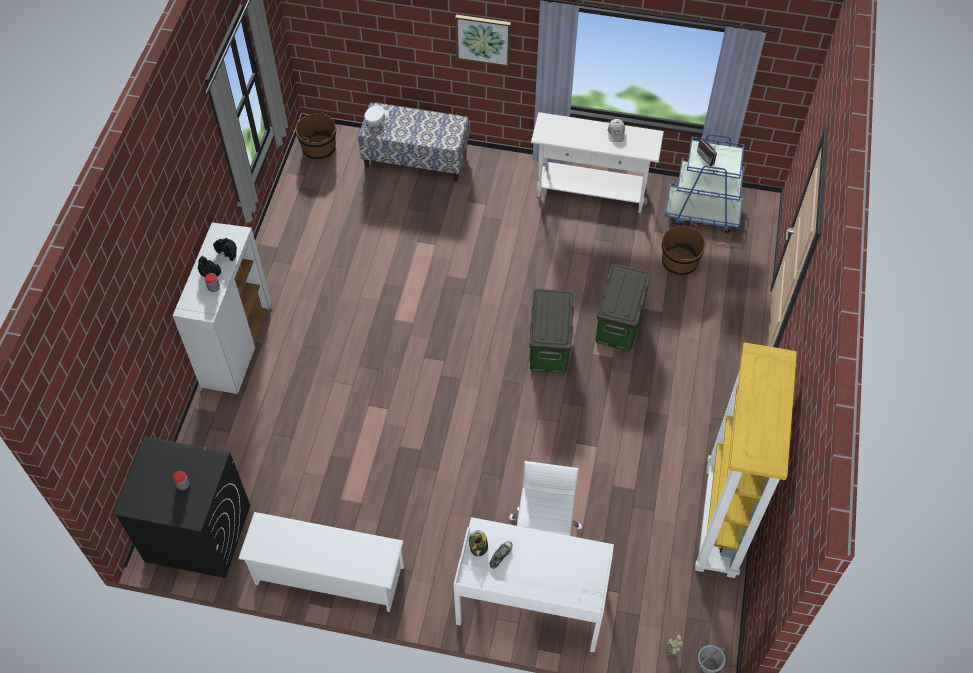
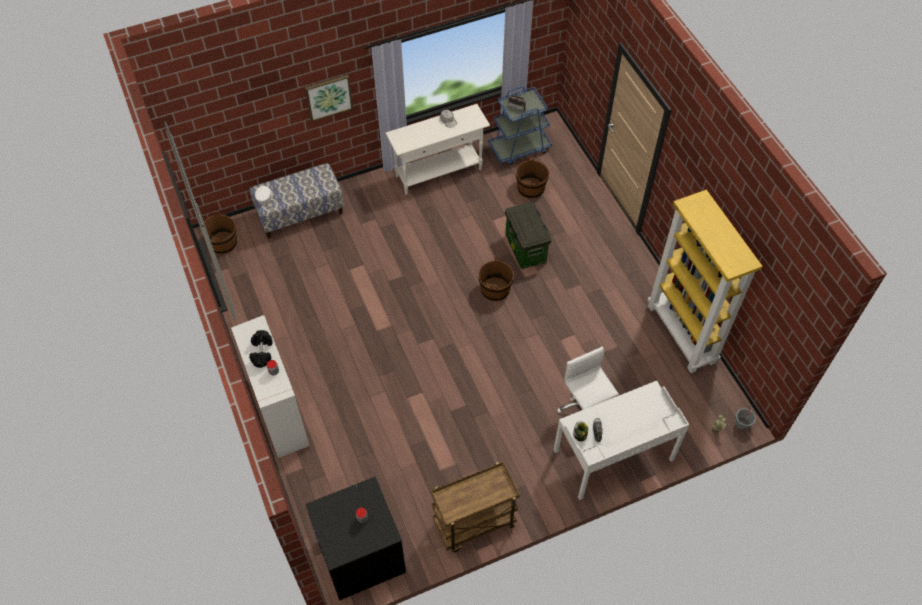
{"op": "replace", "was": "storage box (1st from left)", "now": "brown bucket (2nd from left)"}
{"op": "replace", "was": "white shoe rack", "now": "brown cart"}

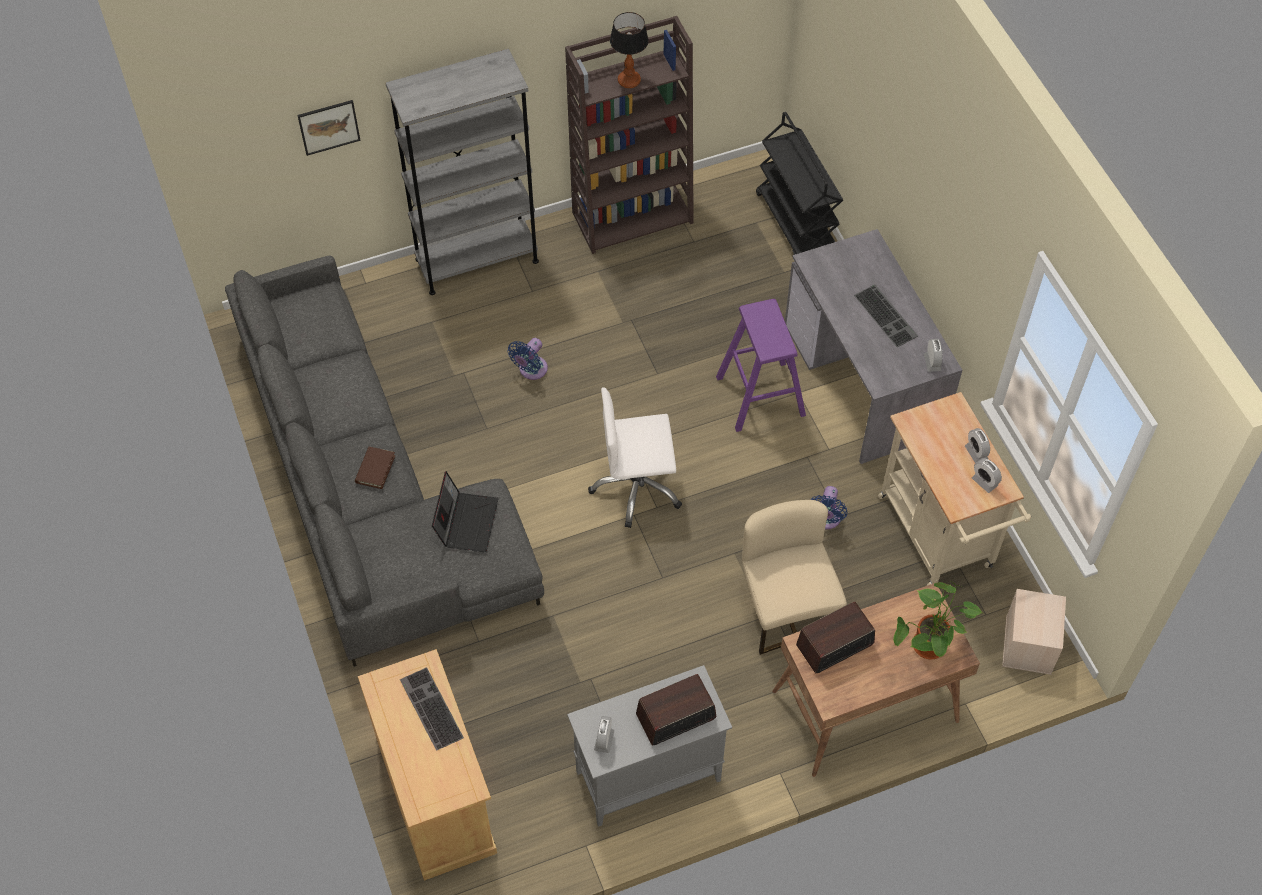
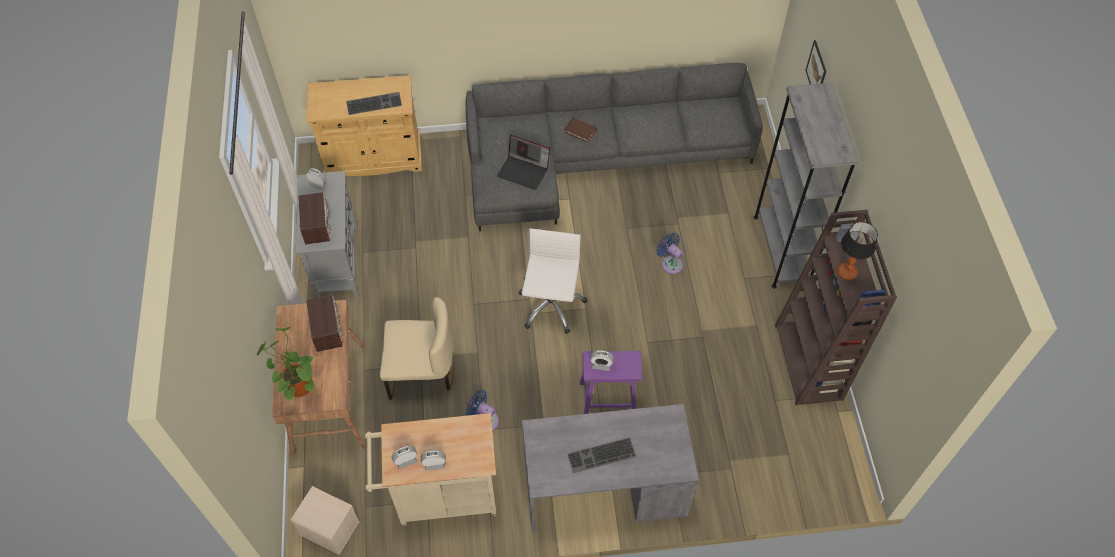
{"op": "delete", "was": "black cart"}
{"op": "move", "was": "alarm clock (2nd from left in the first image)", "now": "alarm clock (4th from left)"}

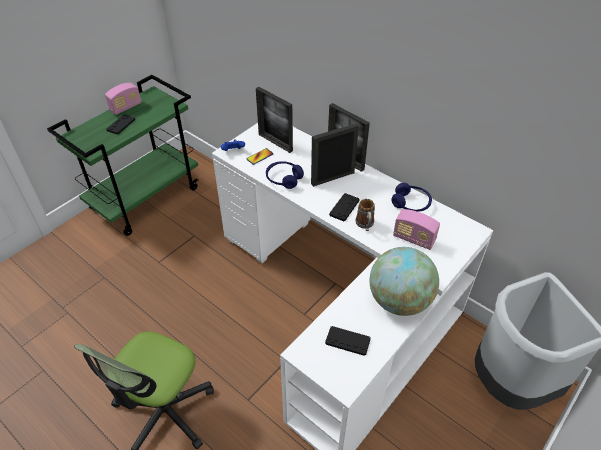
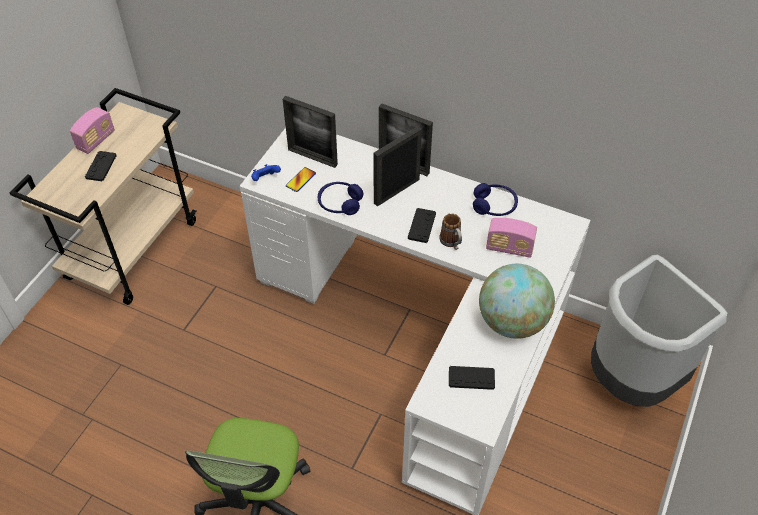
{"op": "recolor", "was": "green cart", "now": "beige cart"}

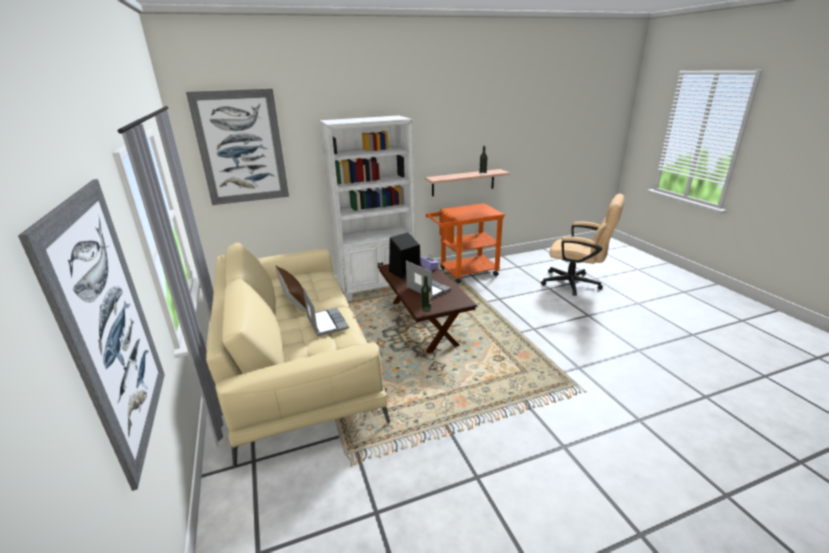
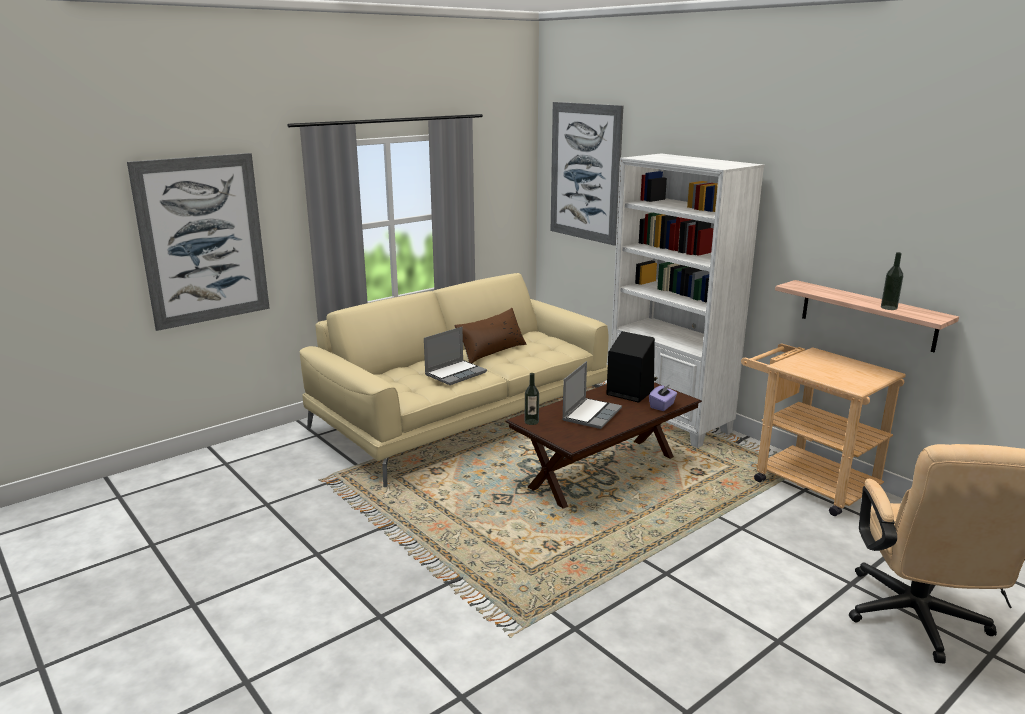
{"op": "recolor", "was": "orange cart", "now": "beige cart"}

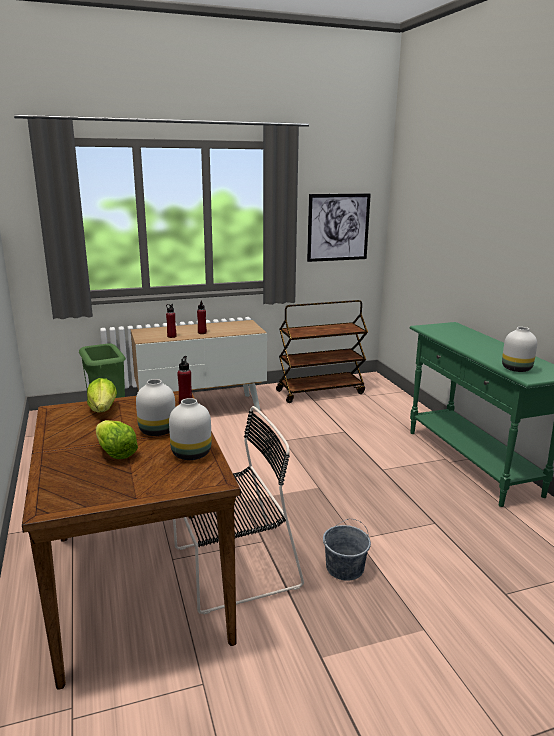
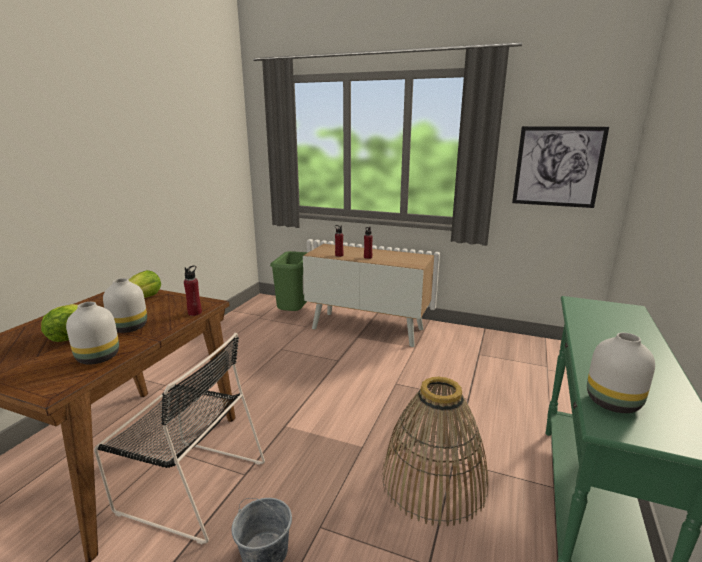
{"op": "delete", "was": "brown cart"}
{"op": "insert", "now": "basket"}

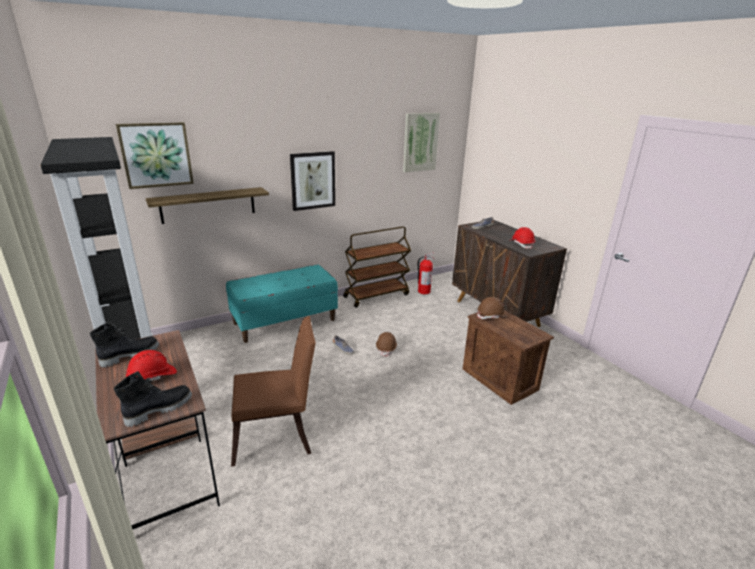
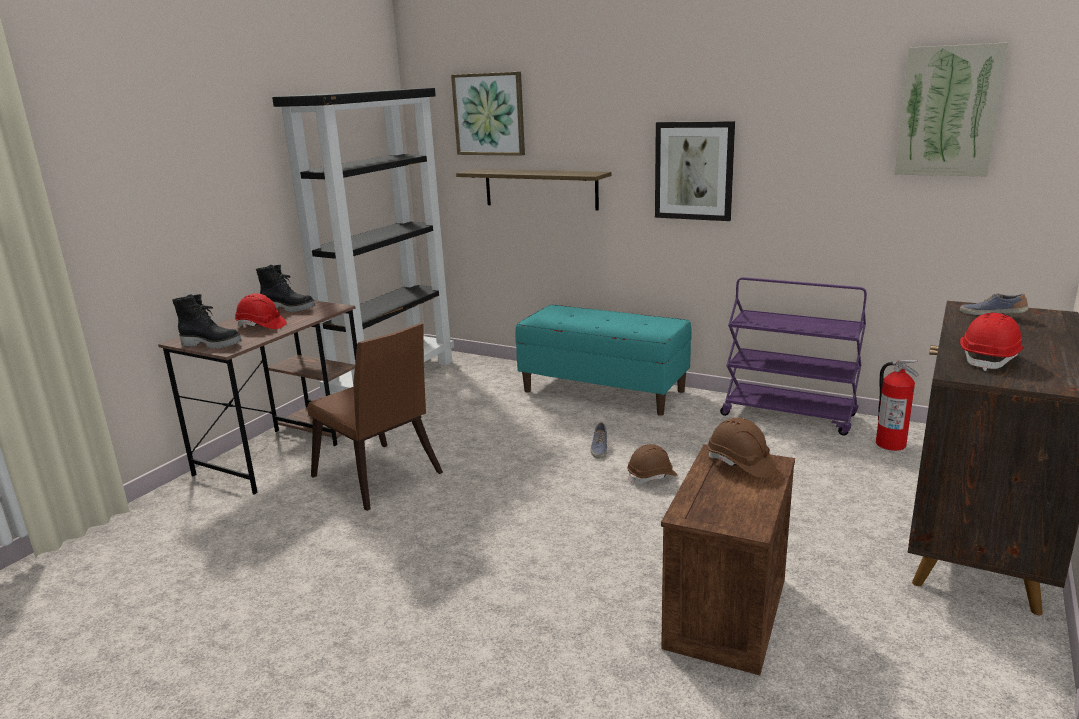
{"op": "recolor", "was": "brown cart", "now": "purple cart"}

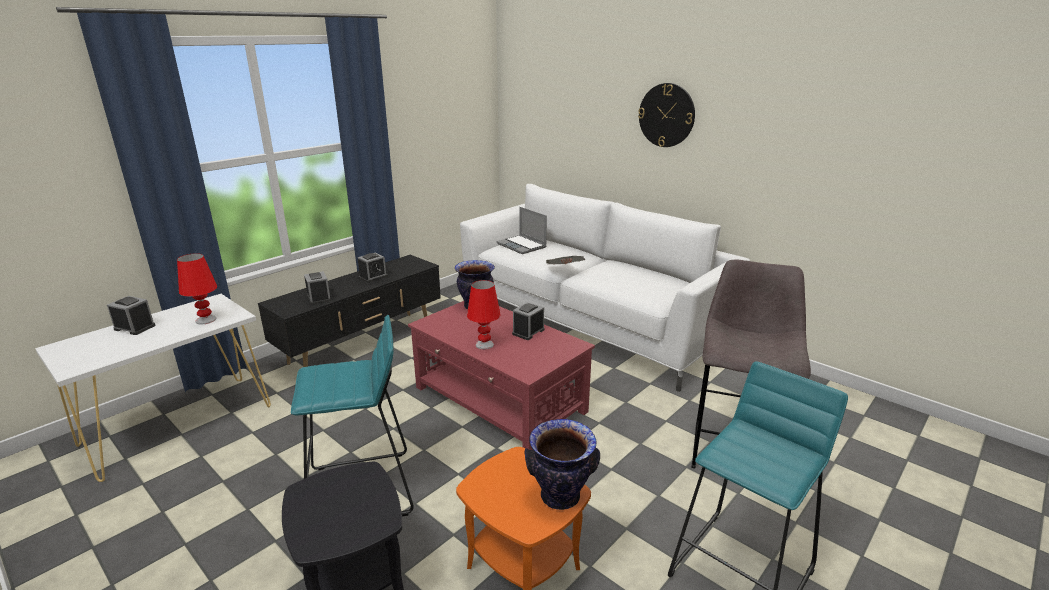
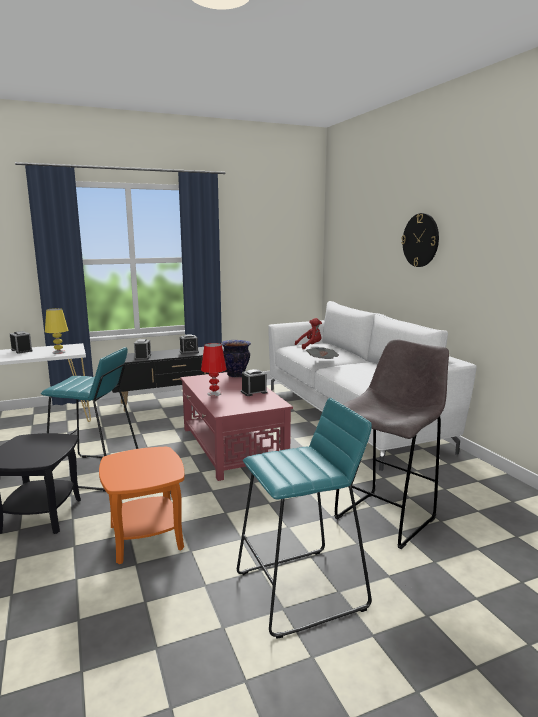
{"op": "replace", "was": "laptop", "now": "red plush toy"}
{"op": "recolor", "was": "red table lamp (1st from left)", "now": "yellow table lamp"}
{"op": "delete", "was": "vase (2nd from left)"}

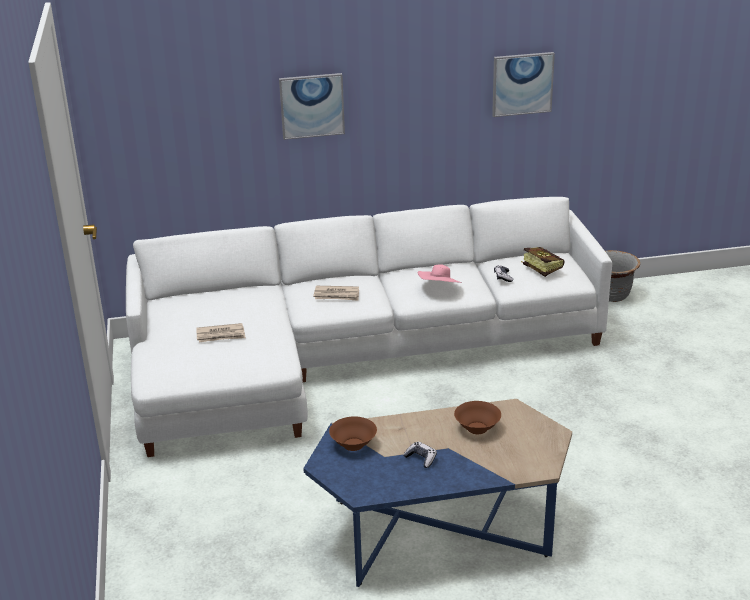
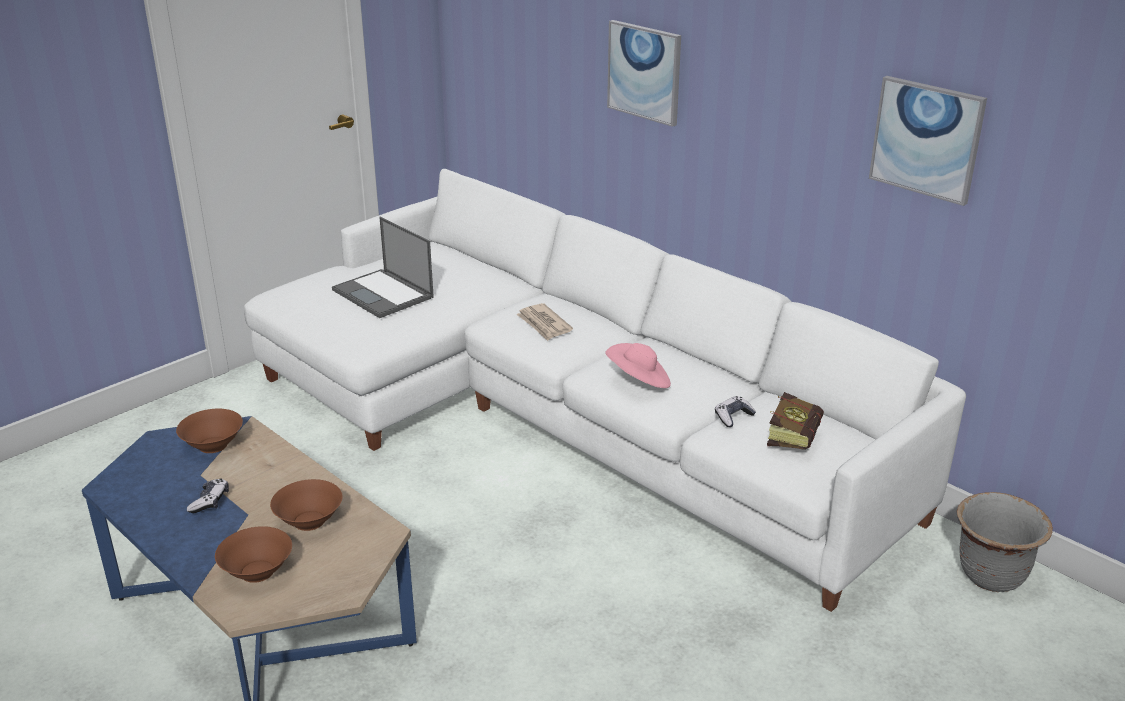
{"op": "replace", "was": "newspaper (1st from left)", "now": "laptop"}
{"op": "insert", "now": "brown bowl (2nd from left)"}

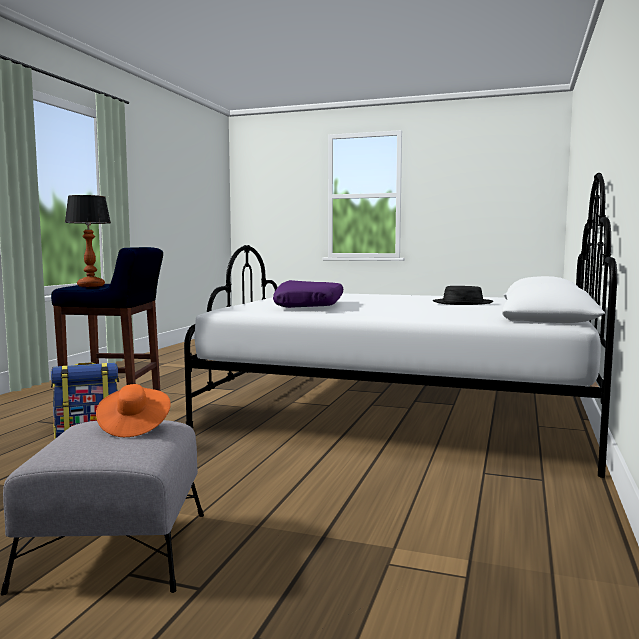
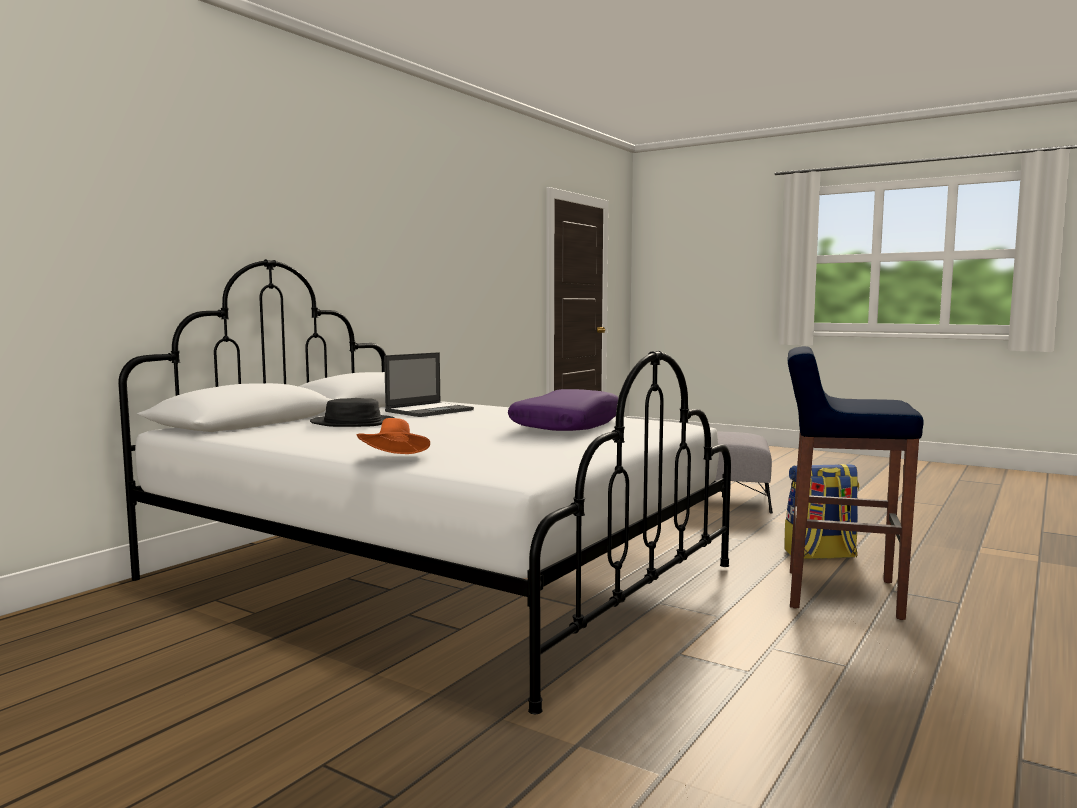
{"op": "delete", "was": "table lamp"}
{"op": "move", "was": "orange hat"}
{"op": "insert", "now": "laptop"}

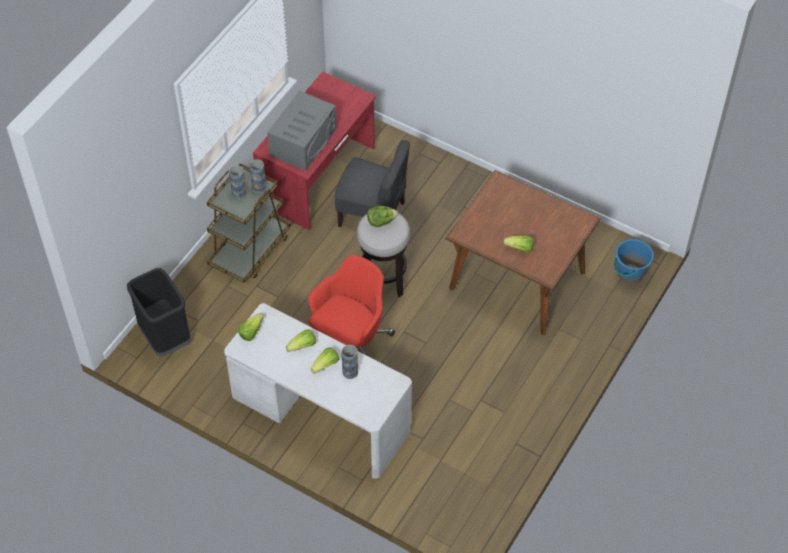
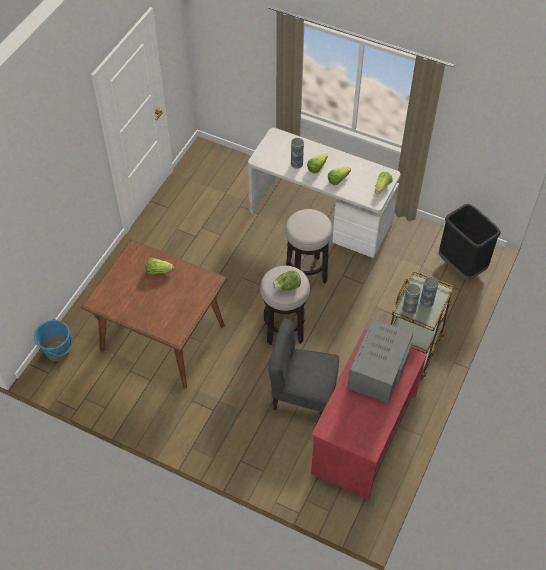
{"op": "replace", "was": "red office chair", "now": "stool (2nd from left)"}

